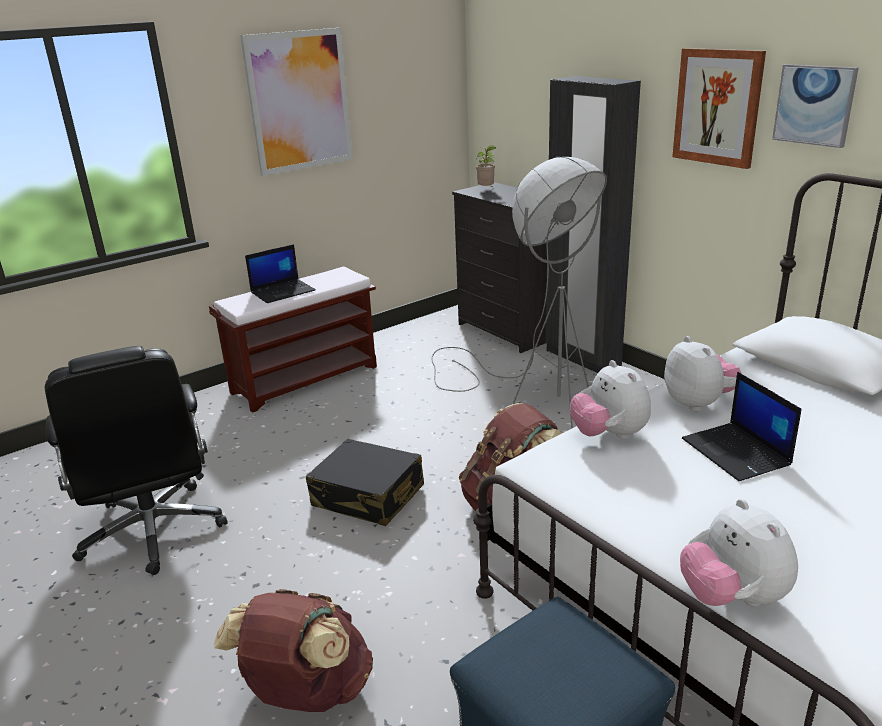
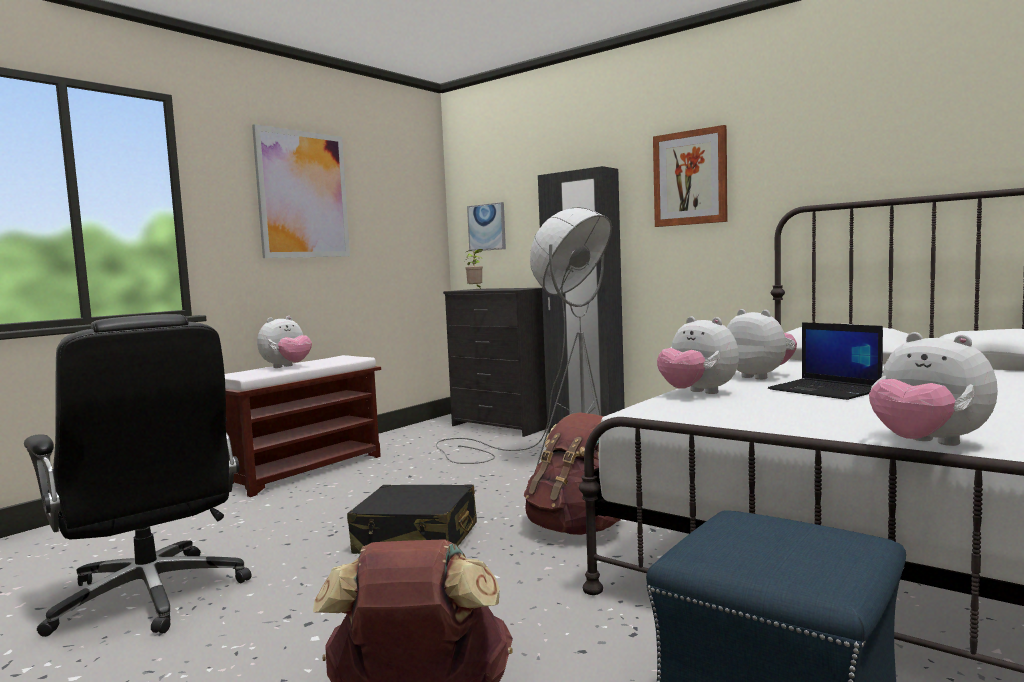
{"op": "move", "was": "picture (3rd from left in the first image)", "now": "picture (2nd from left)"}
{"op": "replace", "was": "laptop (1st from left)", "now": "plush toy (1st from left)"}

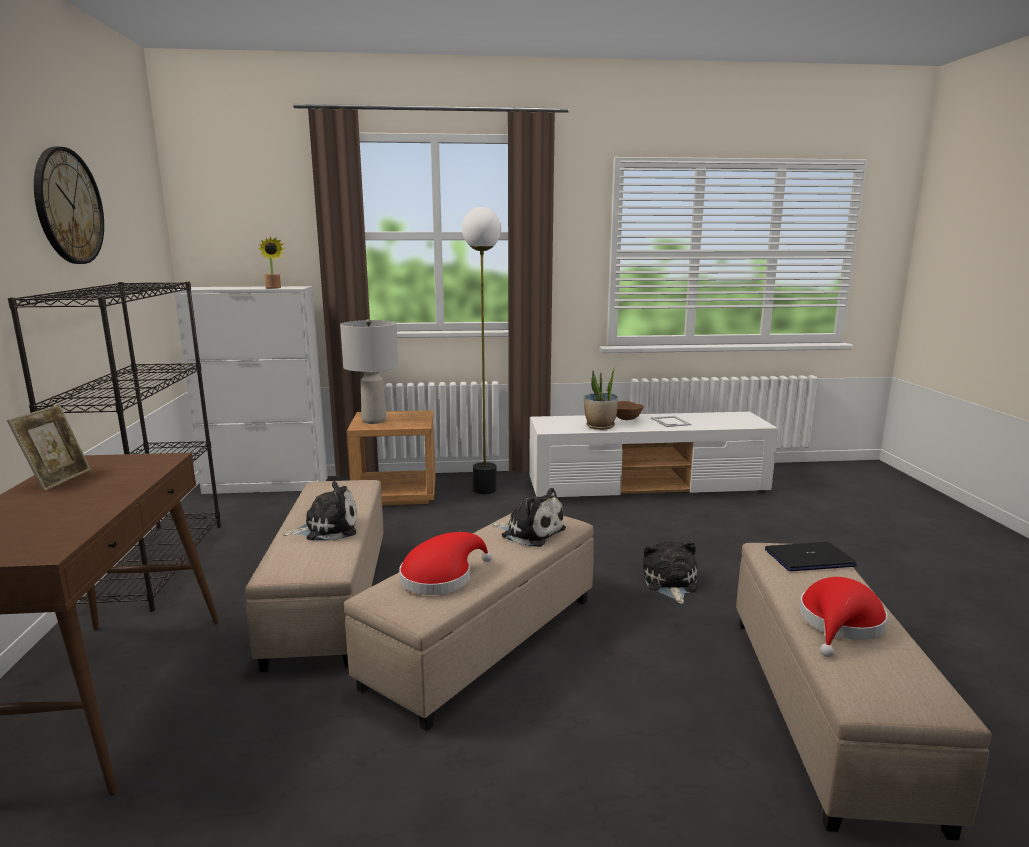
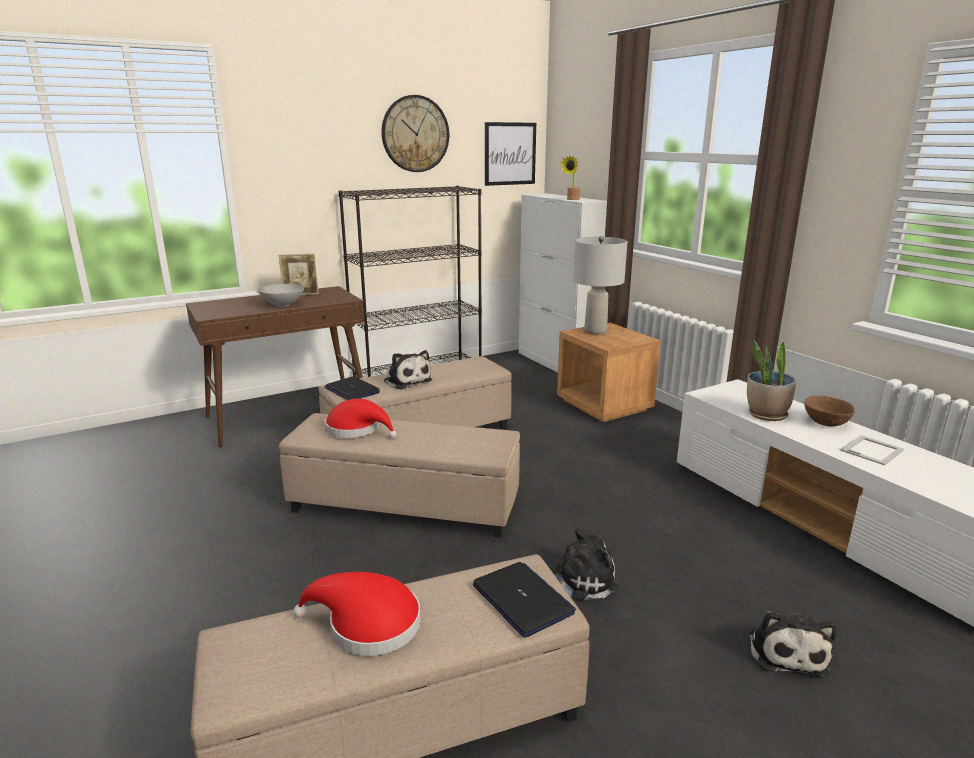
{"op": "delete", "was": "floor lamp"}
{"op": "move", "was": "plush toy (2nd from left in the first image)", "now": "plush toy (3rd from left)"}
{"op": "insert", "now": "picture"}
{"op": "insert", "now": "grey bowl"}
{"op": "insert", "now": "laptop (1st from left)"}

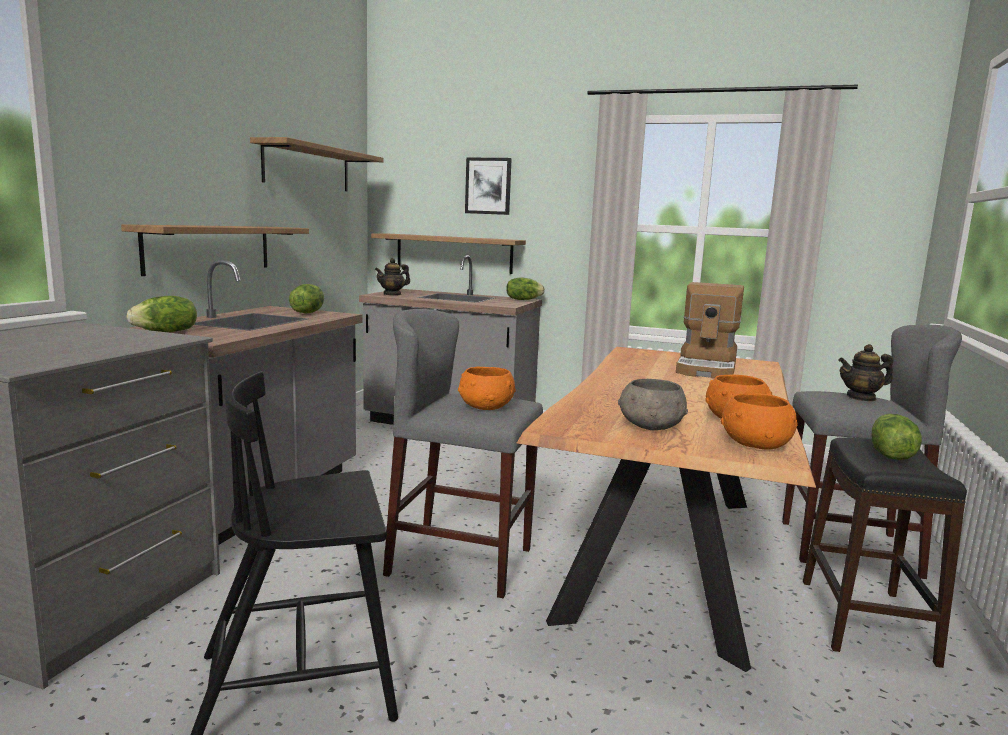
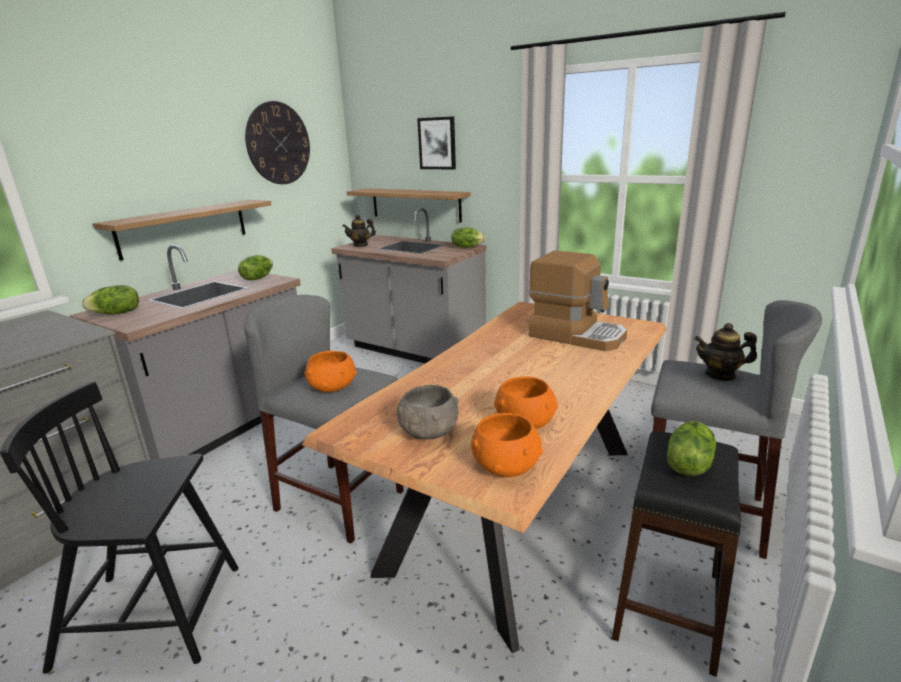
{"op": "replace", "was": "shelf (2nd from left)", "now": "wall clock"}
{"op": "rotate", "was": "coffee machine", "clockwise": -90}

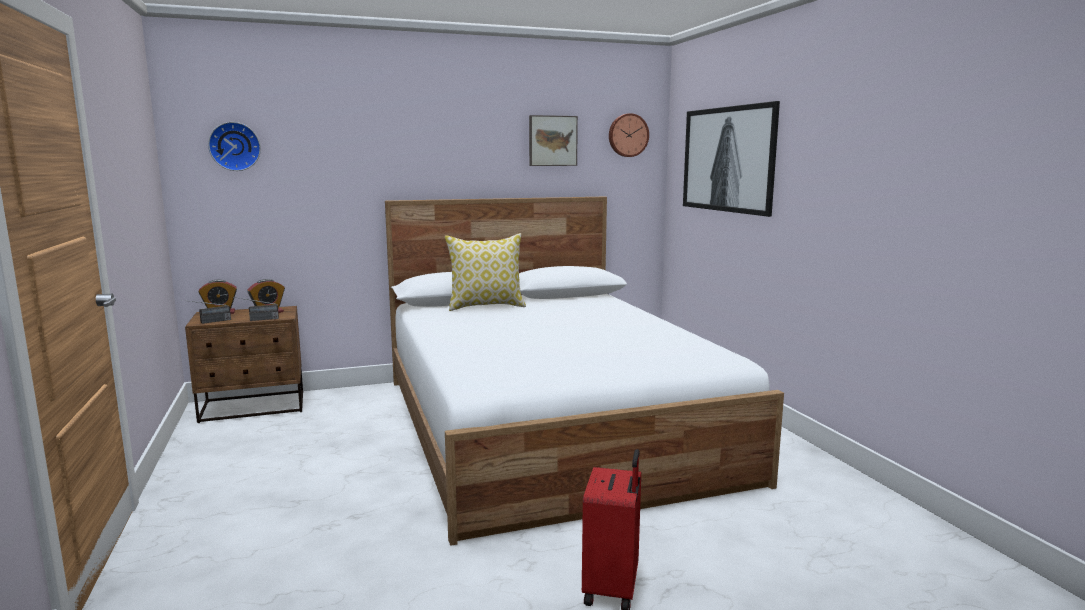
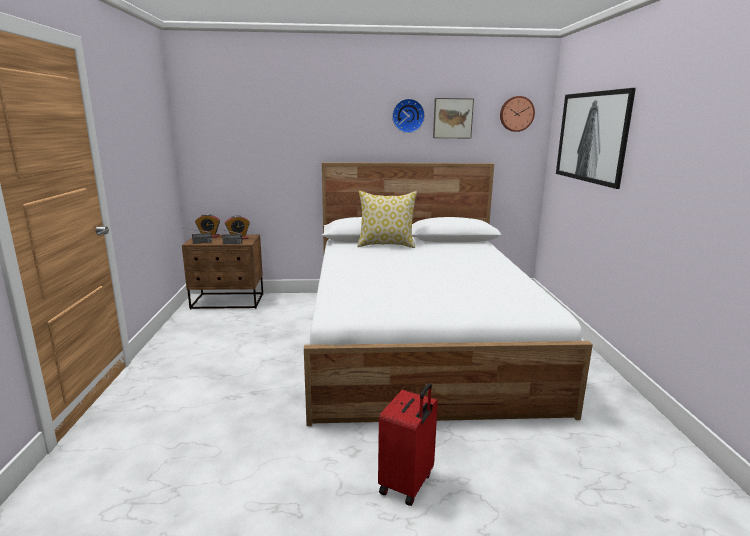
{"op": "move", "was": "wall clock (1st from left)"}

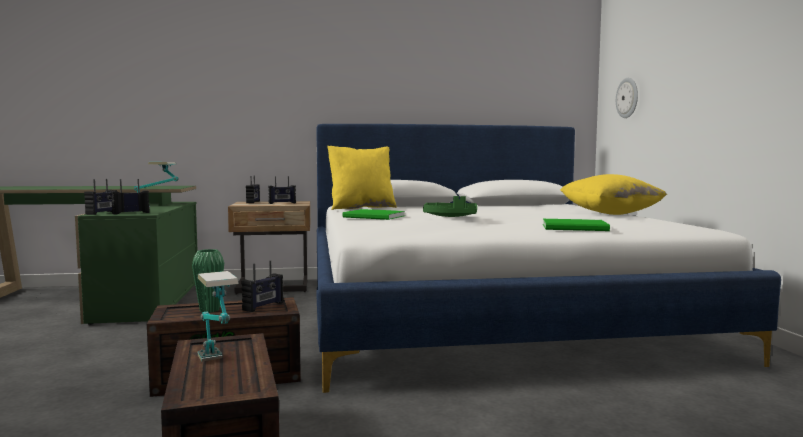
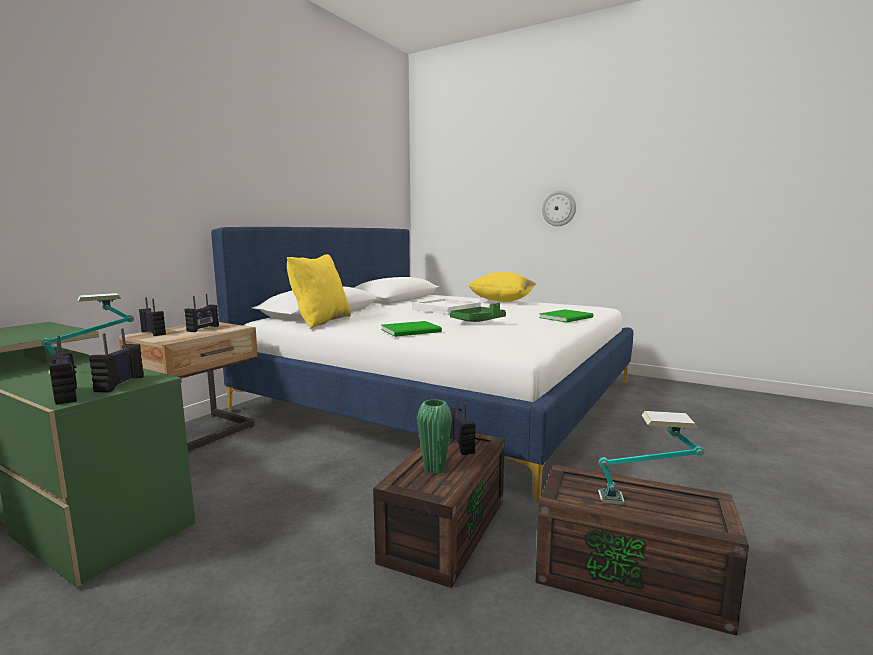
{"op": "move", "was": "wall clock"}
{"op": "insert", "now": "white tray"}

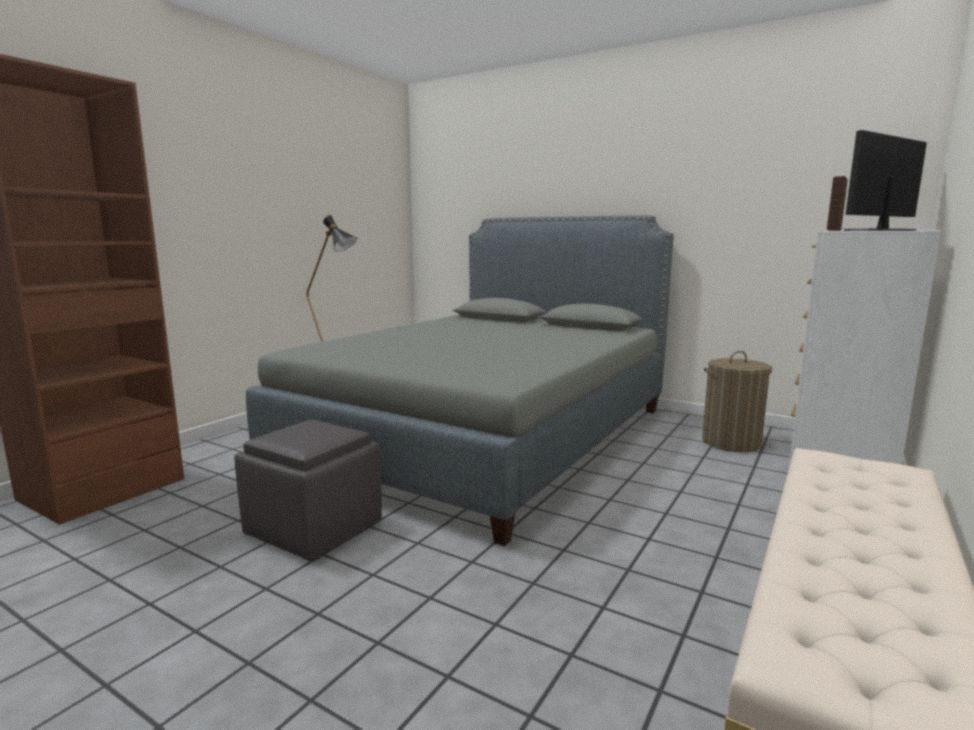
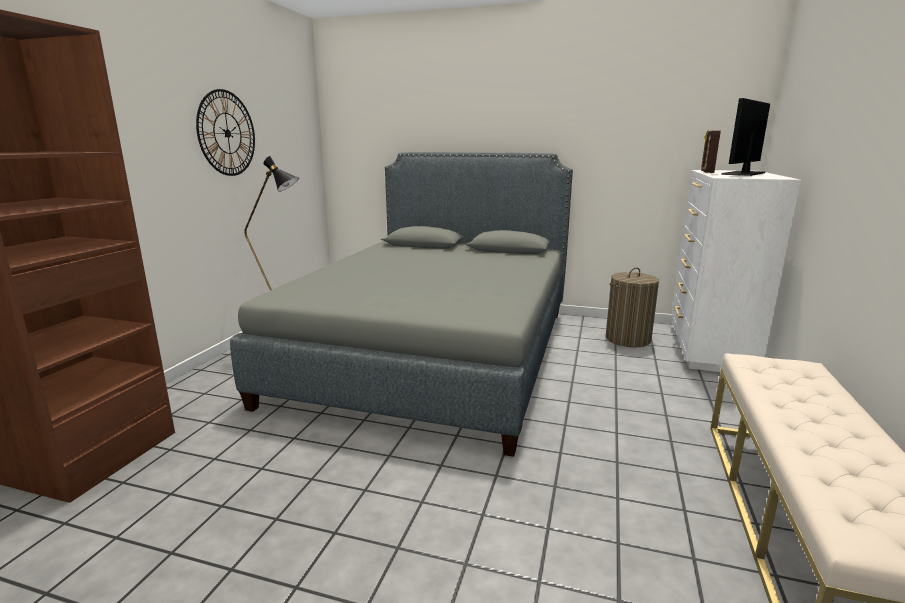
{"op": "delete", "was": "grey ottoman"}
{"op": "insert", "now": "wall clock"}

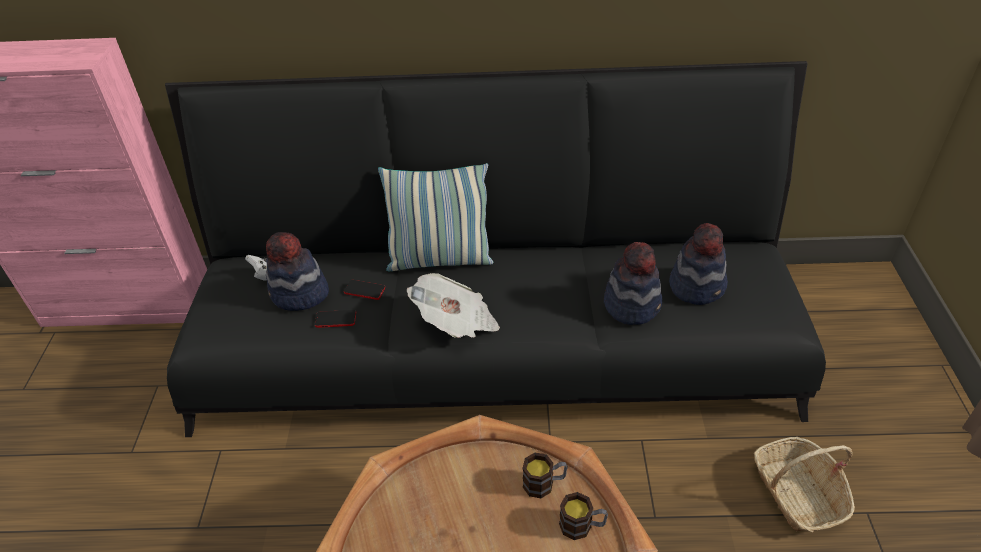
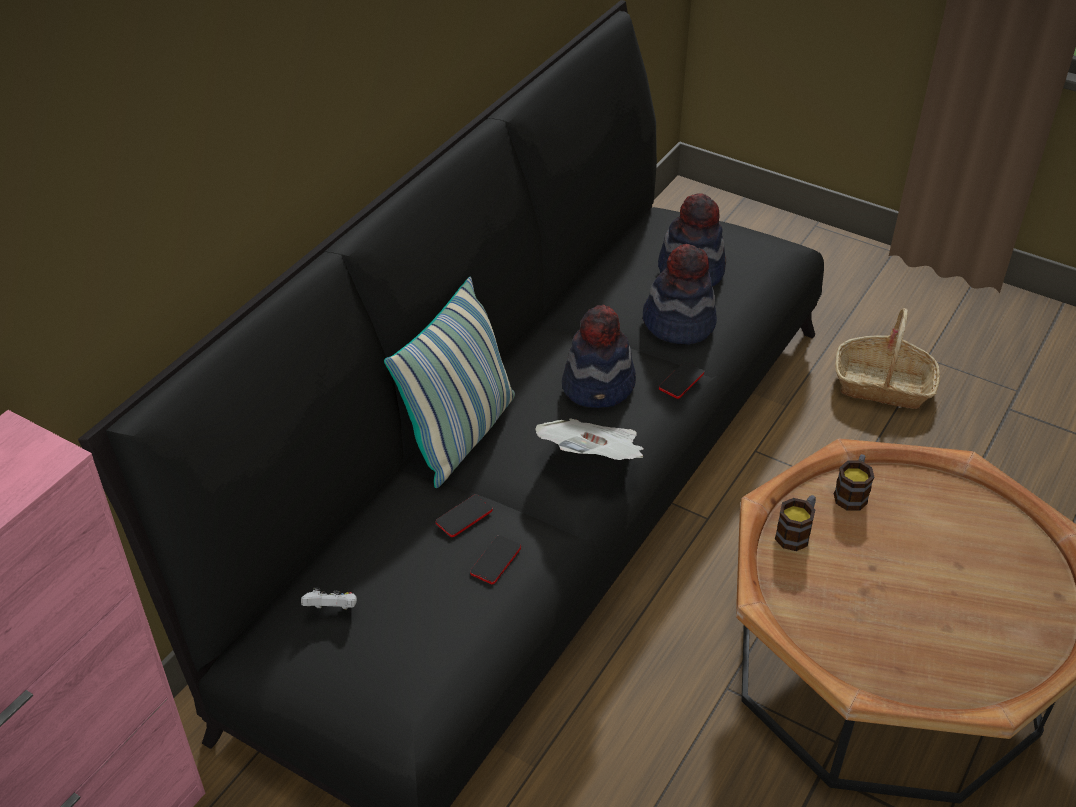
{"op": "move", "was": "hat (1st from left)"}
{"op": "move", "was": "mug (2nd from left in the first image)", "now": "mug (1st from left)"}
{"op": "insert", "now": "phone (3rd from left)"}

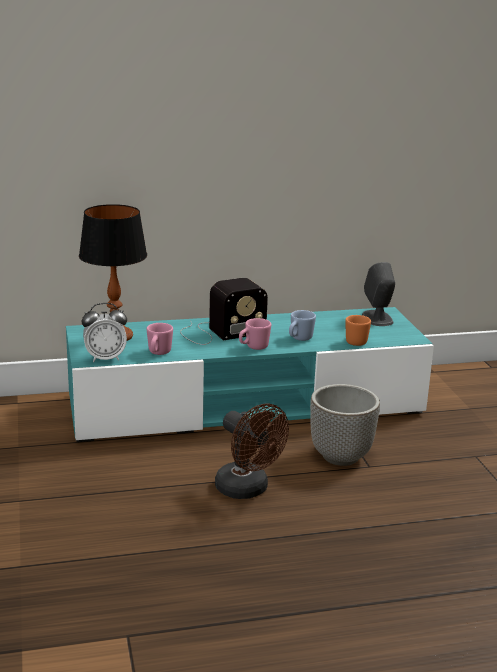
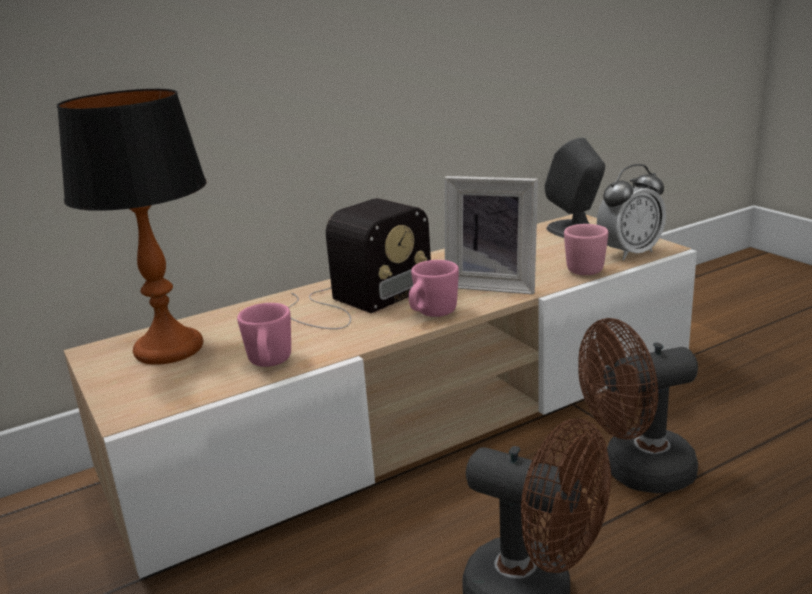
{"op": "move", "was": "alarm clock"}
{"op": "recolor", "was": "turquoise tv stand", "now": "beige tv stand"}
{"op": "replace", "was": "blue mug", "now": "picture frame"}
{"op": "recolor", "was": "orange mug", "now": "pink mug (3rd from left)"}
{"op": "replace", "was": "planter", "now": "brown fan (2nd from left)"}

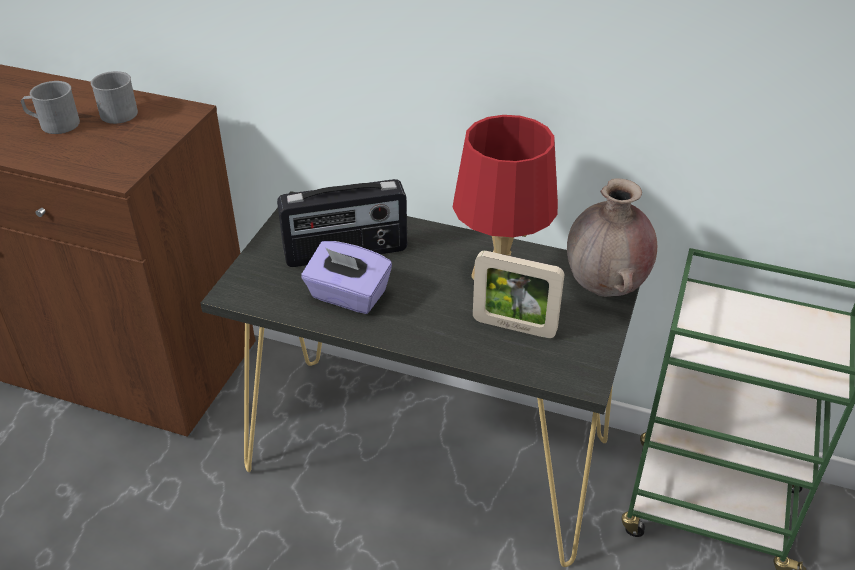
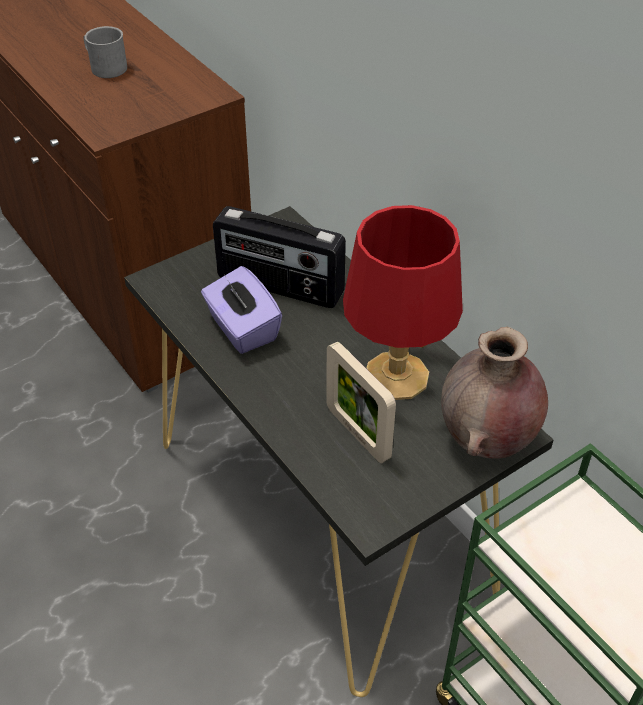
{"op": "delete", "was": "grey mug (2nd from left)"}

